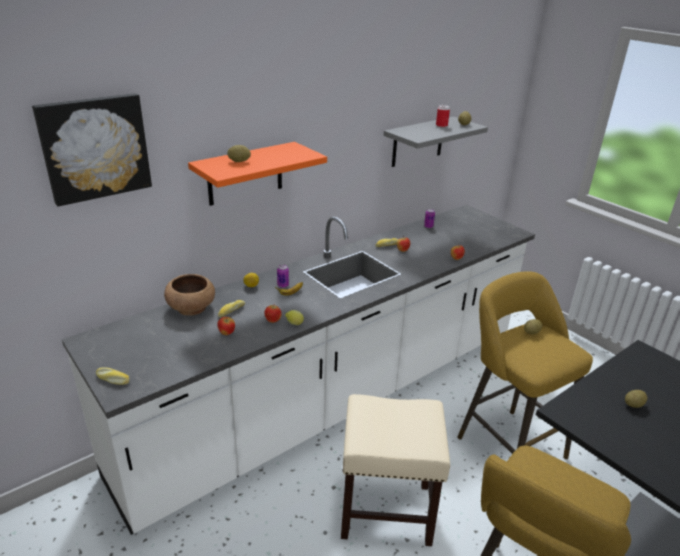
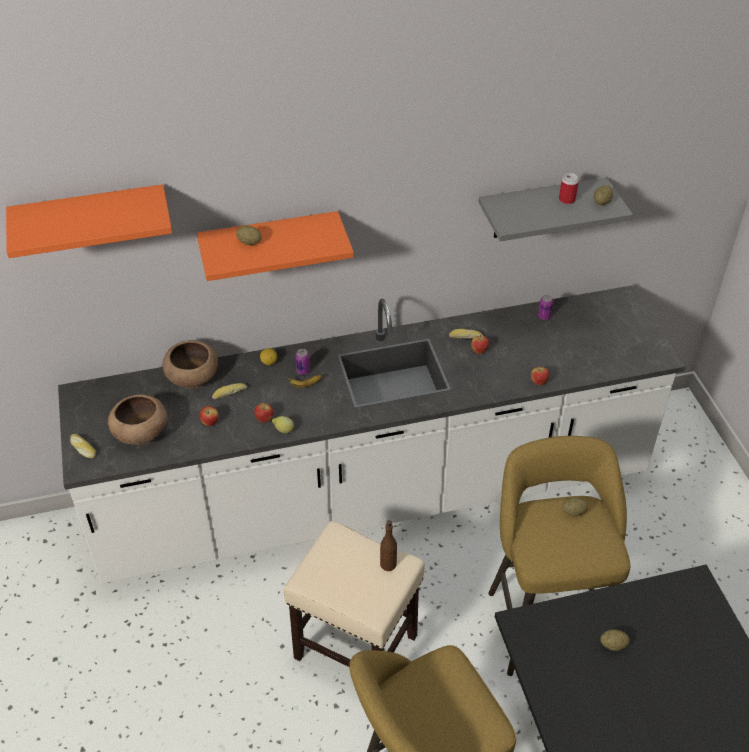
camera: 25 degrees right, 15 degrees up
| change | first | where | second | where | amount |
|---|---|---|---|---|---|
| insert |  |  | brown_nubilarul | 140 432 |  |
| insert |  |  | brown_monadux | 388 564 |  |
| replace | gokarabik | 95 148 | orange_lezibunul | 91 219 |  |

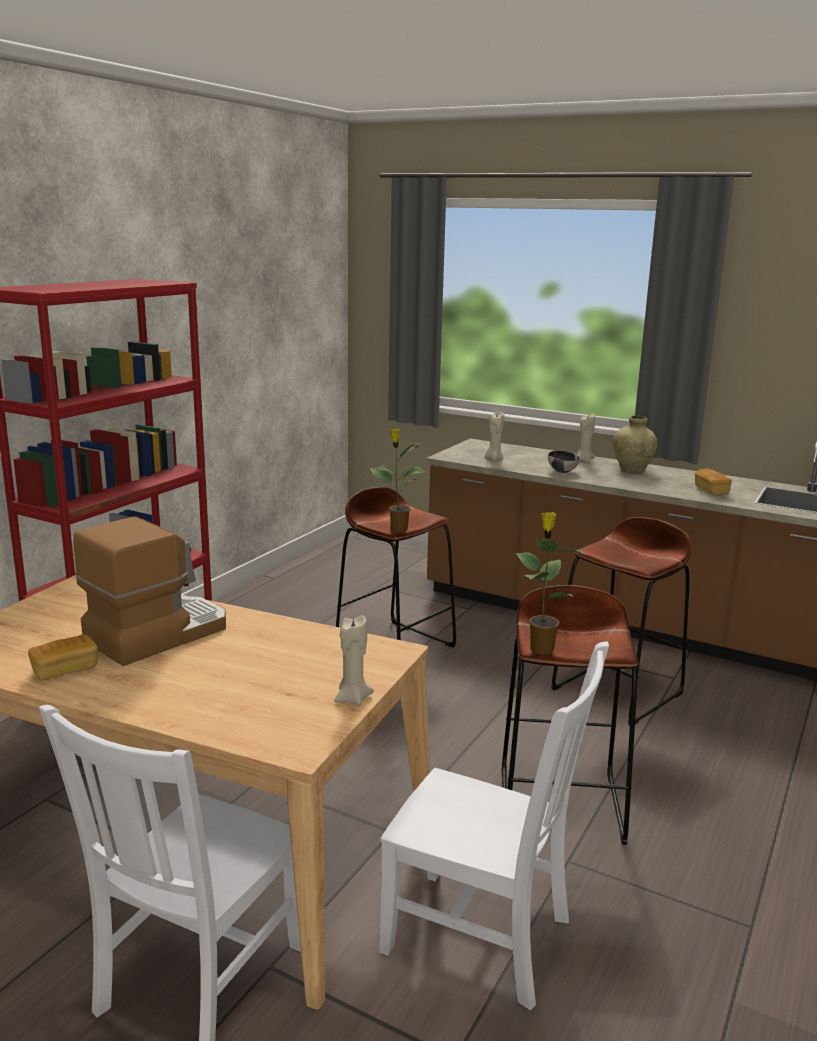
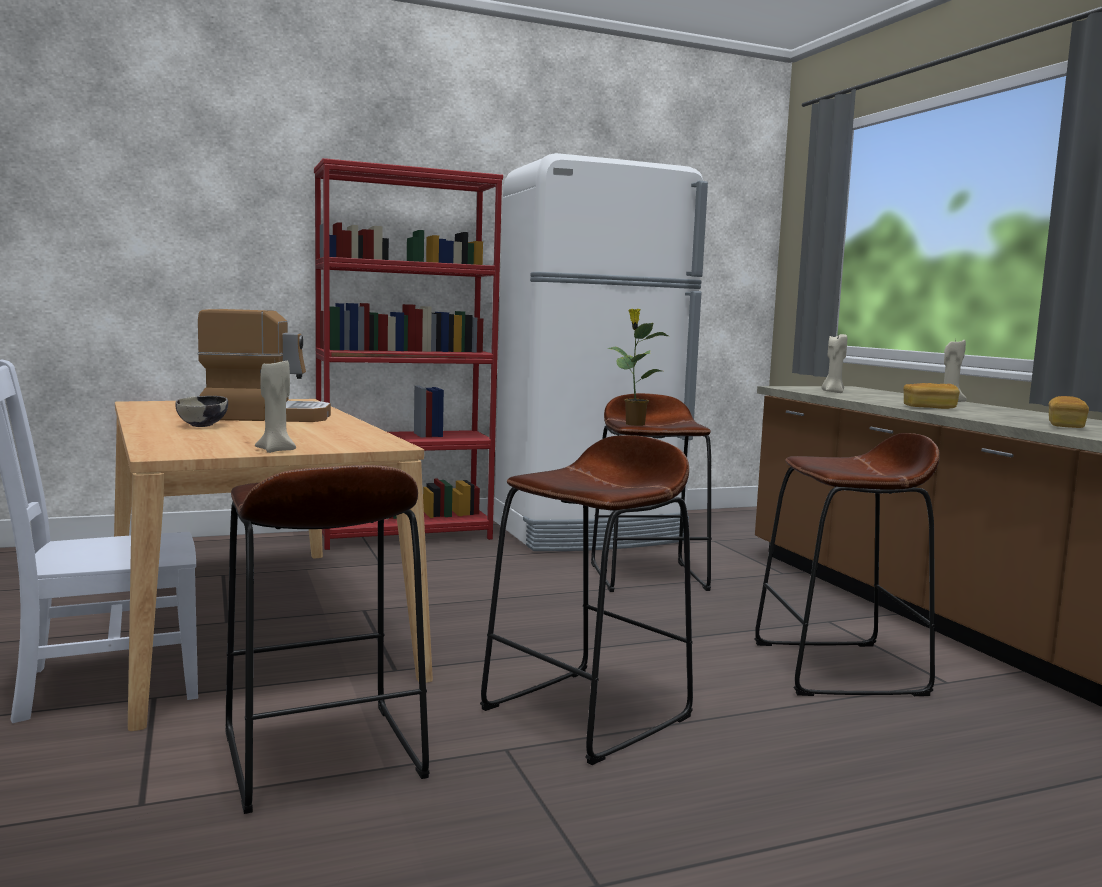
camera: 40 degrees right, 10 degrees down
| change | first | where | second | where | amount |
|---|---|---|---|---|---|
| delete | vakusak | 541 648 |  |  |  |
| delete | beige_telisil | 632 470 |  |  |  |
| insert |  |  | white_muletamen | 590 533 |  |
| move | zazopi | 65 670 |  | 929 408 |  |
| move | nubilarul | 562 471 |  | 203 426 |  |
| replace | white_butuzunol | 483 937 | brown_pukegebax | 322 755 |  |

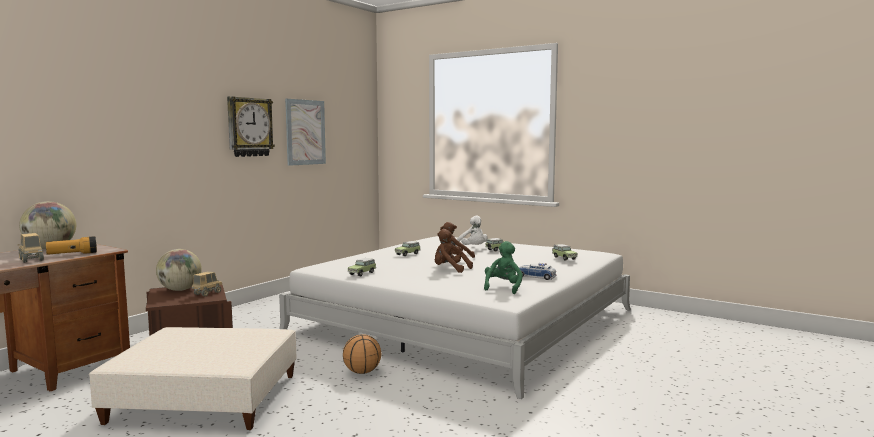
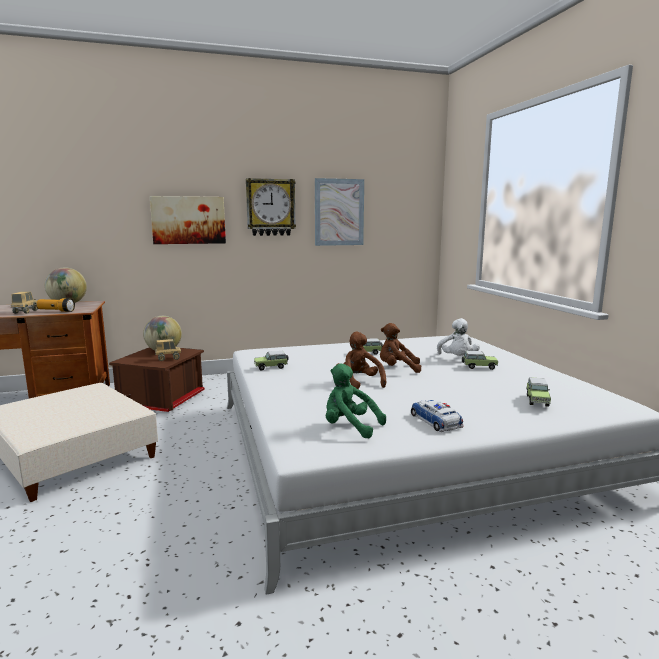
camera: 40 degrees right, 5 degrees up
| change | first | where | second | where | amount |
|---|---|---|---|---|---|
| delete | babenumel | 362 372 |  |  |  |
| insert |  |  | gokarabik | 188 220 |  |
| rotate | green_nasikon | 503 288 |  | 349 427 | 120 degrees counterclockwise |

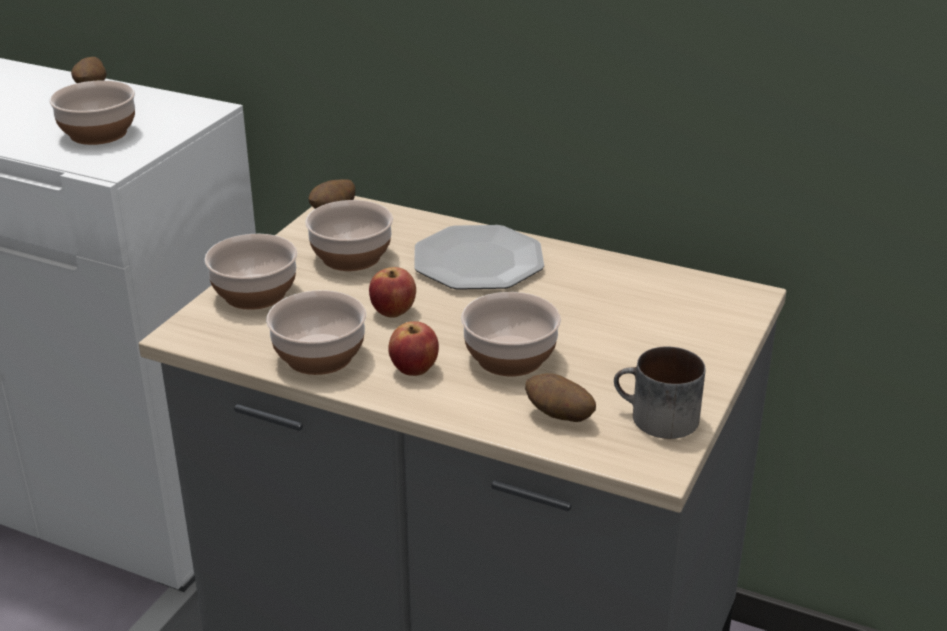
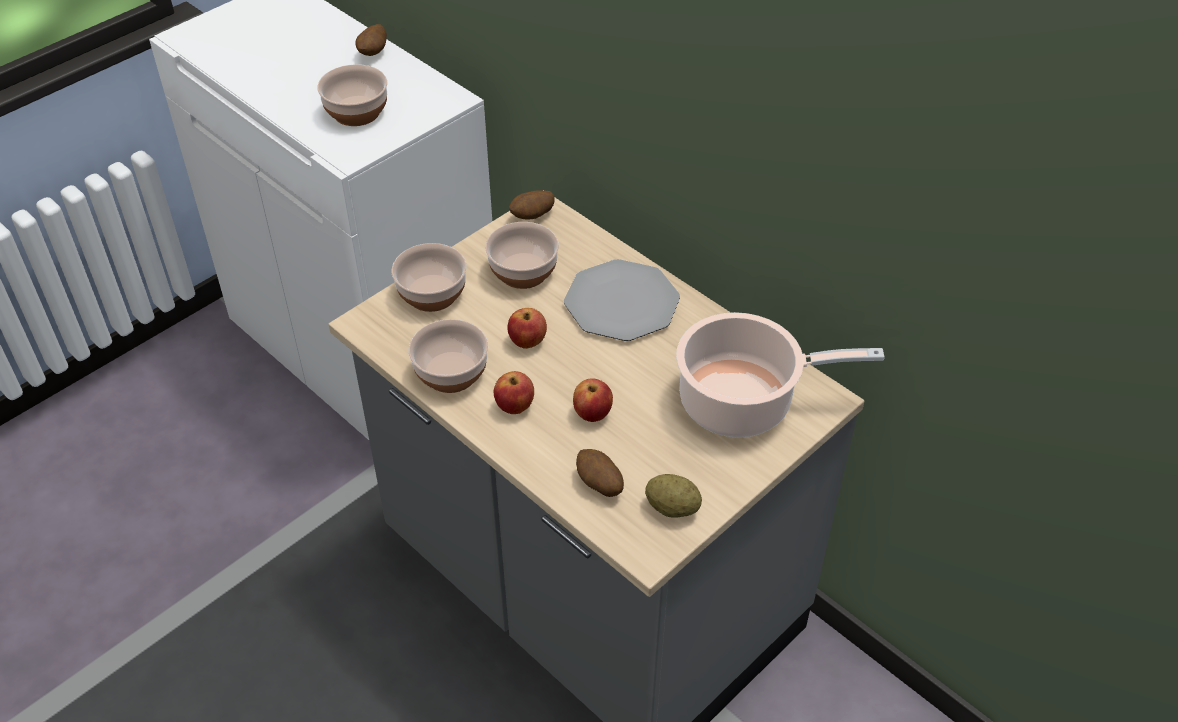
camera: 20 degrees right, 15 degrees up
| change | first | where | second | where | amount |
|---|---|---|---|---|---|
| insert |  |  | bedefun | 743 402 |  |
| replace | nubilarul | 509 357 | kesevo | 592 413 |  |
| replace | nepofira | 655 418 | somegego | 672 508 |  |

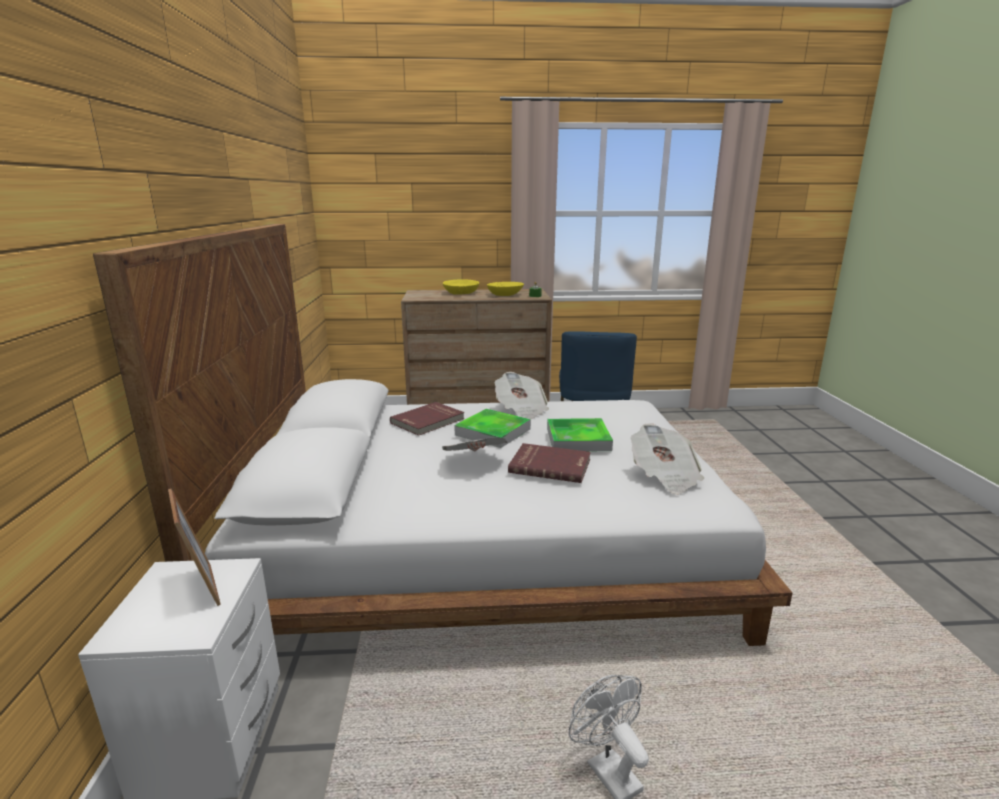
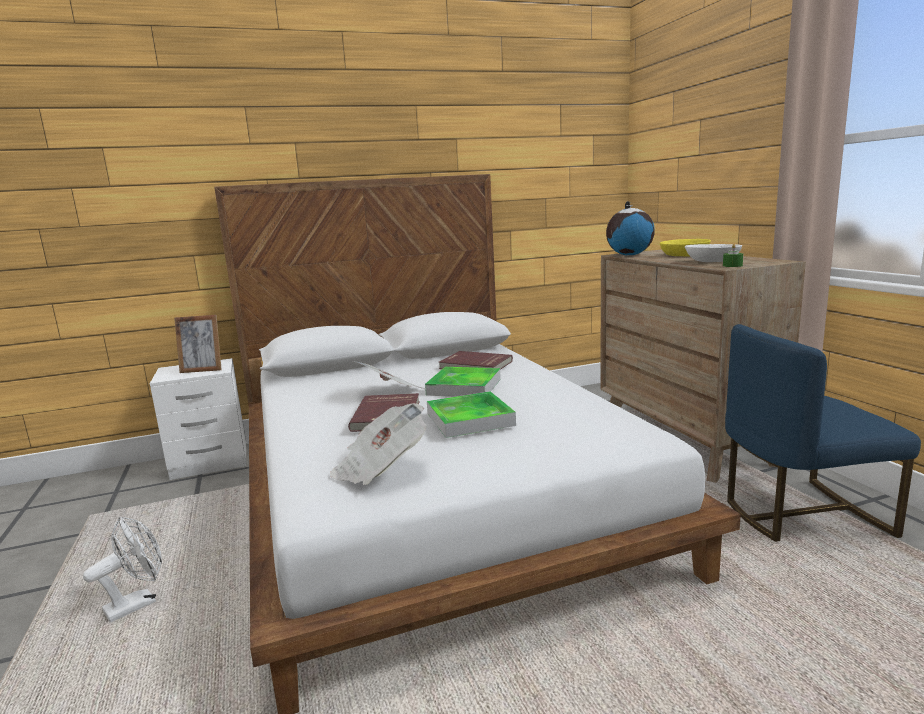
camera: 75 degrees right, 5 degrees down
| change | first | where | second | where | amount |
|---|---|---|---|---|---|
| delete | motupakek | 521 410 |  |  |  |
| insert |  |  | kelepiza | 629 255 |  |
| recolor | yellow_nubilarul | 505 295 | white_nubilarul | 711 261 |  |
| rotate | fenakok | 203 588 |  | 202 370 | 45 degrees clockwise |

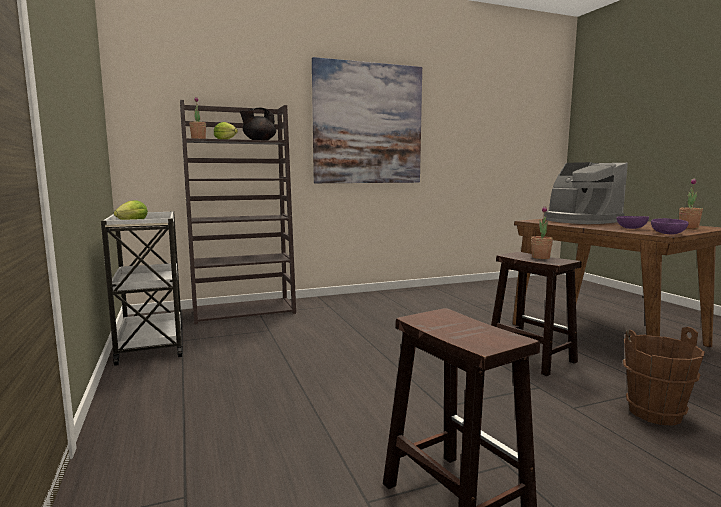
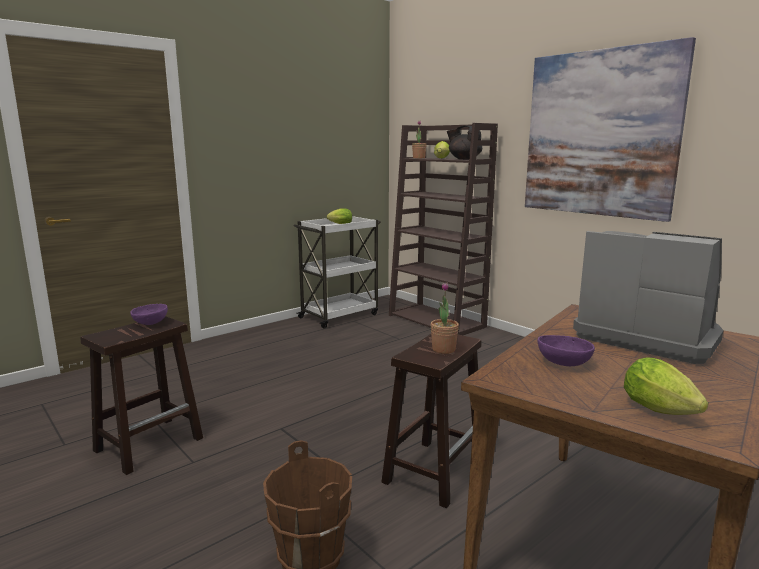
camera: 70 degrees right, 5 degrees up
| change | first | where | second | where | amount |
|---|---|---|---|---|---|
| move | purple_nubilarul | 669 234 |  | 150 323 |  |
| replace | vakusak | 688 227 | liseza | 663 412 |  |
| rotate | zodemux | 579 221 |  | 646 336 | 90 degrees clockwise |

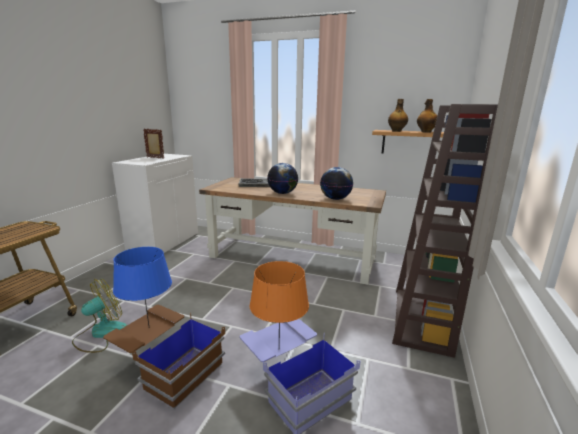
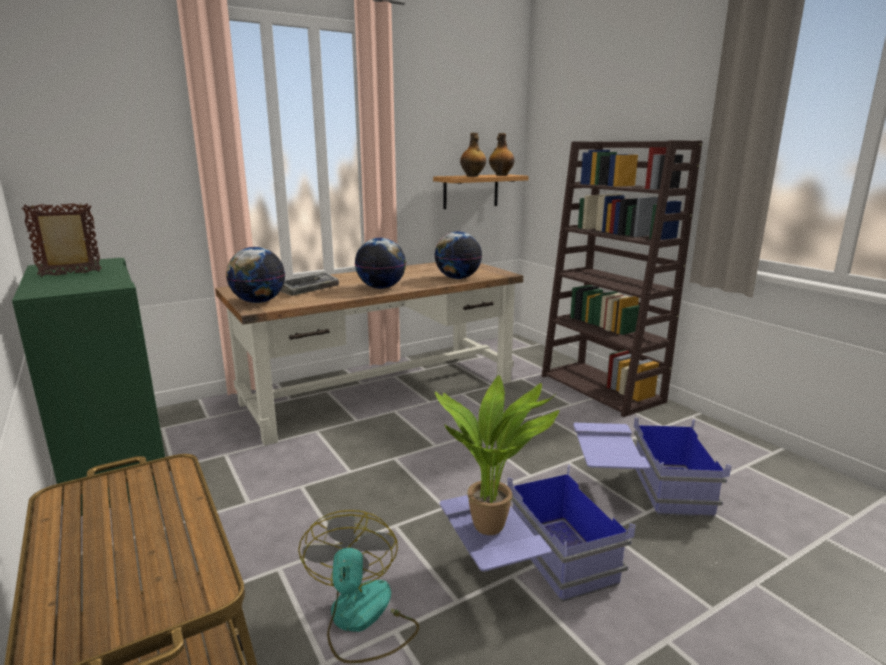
camera: 50 degrees left, 0 degrees up
| change | first | where | second | where | amount |
|---|---|---|---|---|---|
| delete | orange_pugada | 279 349 |  |  |  |
| insert |  |  | kelepiza | 258 302 |  |
| replace | blue_pugada | 149 327 | vakusak | 493 525 |  |
| recolor | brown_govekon | 167 367 | blue_govekon | 528 568 |  |
| recolor | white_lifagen | 164 243 | green_lifagen | 114 469 |  |

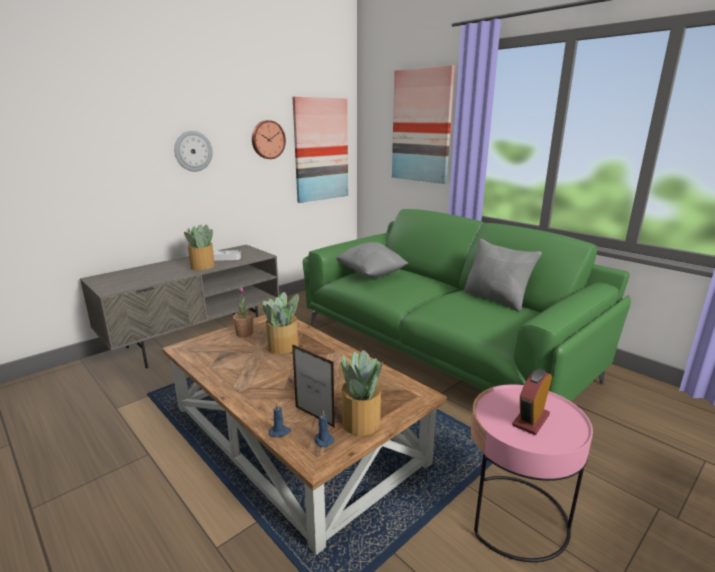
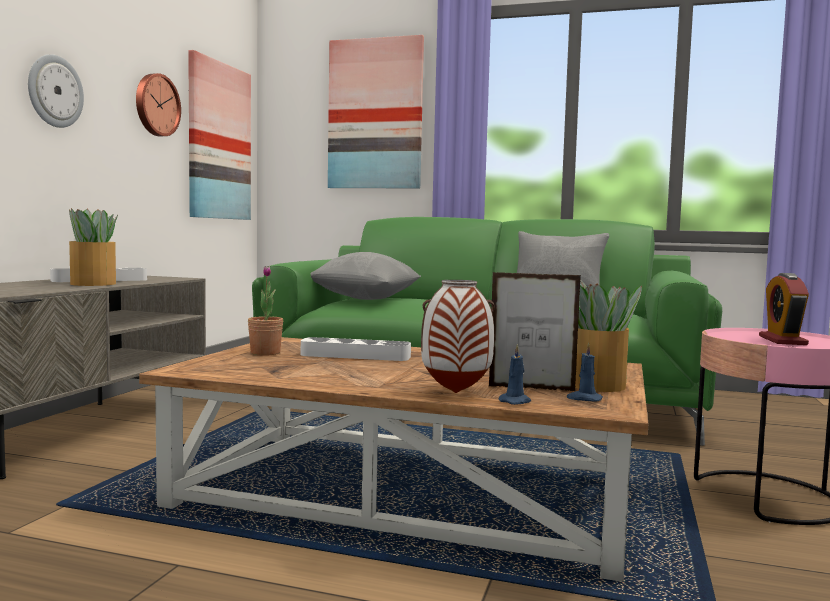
camera: 30 degrees left, 15 degrees down
| change | first | where | second | where | amount |
|---|---|---|---|---|---|
| insert |  |  | telisil | 455 393 |  |
| replace | vakusak | 284 346 | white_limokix | 355 355 |  |

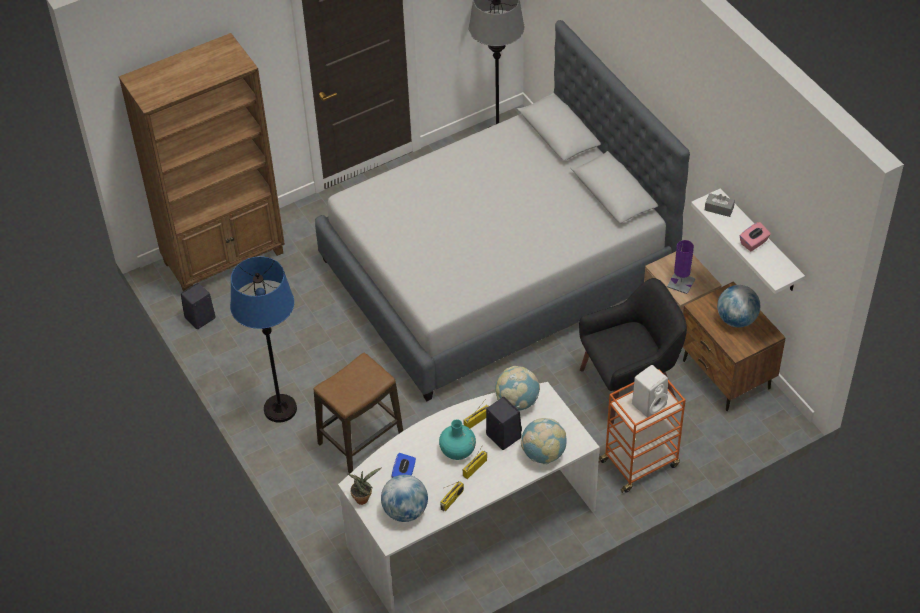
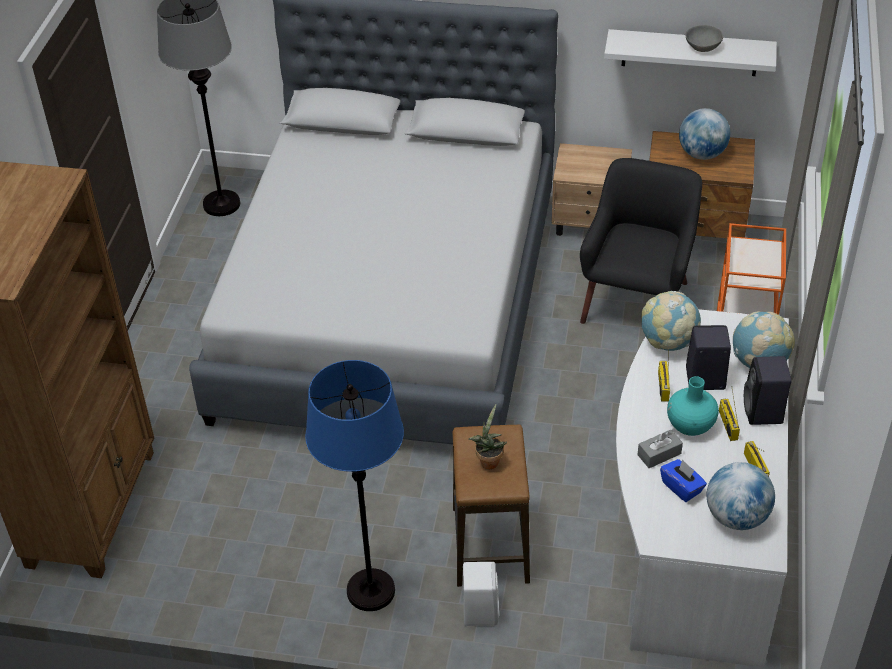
camera: 50 degrees left, 5 degrees down
| change | first | where | second | where | amount |
|---|---|---|---|---|---|
| delete | purple_pugada | 681 283 |  |  |  |
| move | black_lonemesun | 199 319 |  | 763 412 |  |
| move | vakusak | 363 497 |  | 488 460 |  |
| move | white_lonemesun | 649 403 |  | 480 610 |  |
| move | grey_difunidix | 719 209 |  | 659 454 |  |
| replace | pink_difunidix | 754 243 | grey_nubilarul | 702 46 |  |

